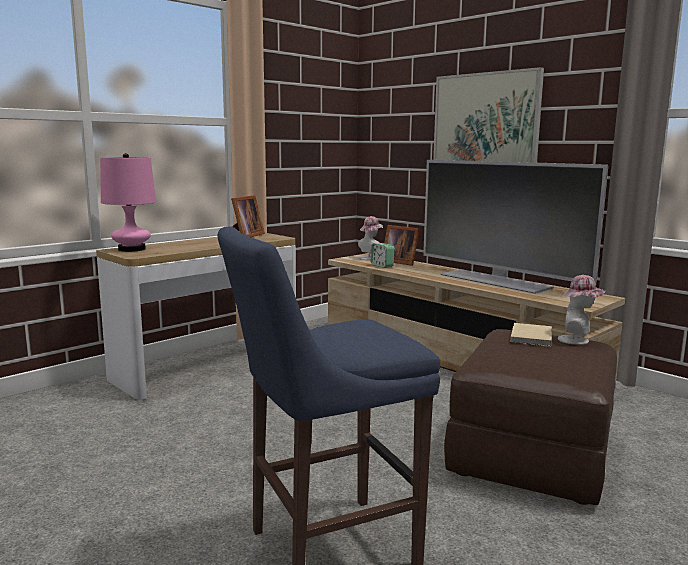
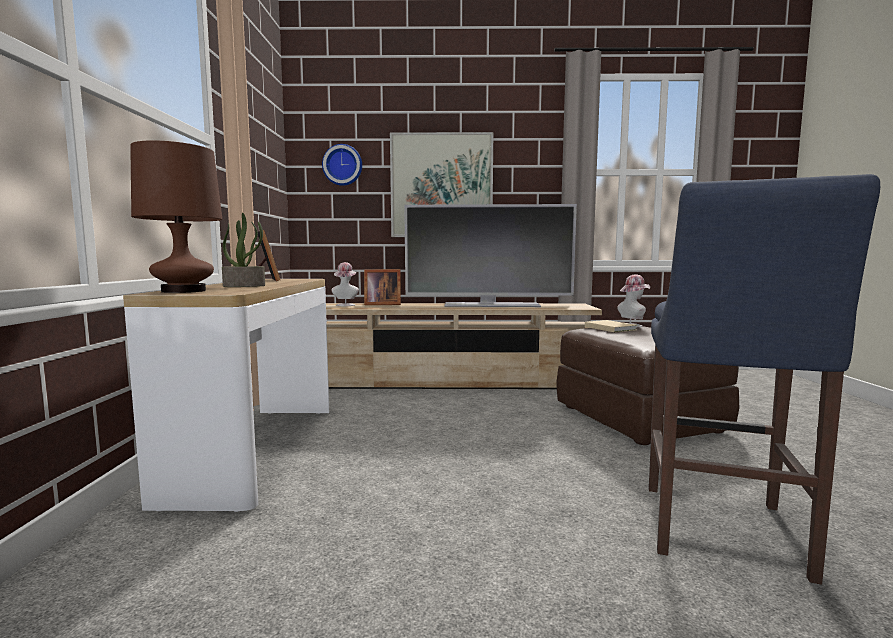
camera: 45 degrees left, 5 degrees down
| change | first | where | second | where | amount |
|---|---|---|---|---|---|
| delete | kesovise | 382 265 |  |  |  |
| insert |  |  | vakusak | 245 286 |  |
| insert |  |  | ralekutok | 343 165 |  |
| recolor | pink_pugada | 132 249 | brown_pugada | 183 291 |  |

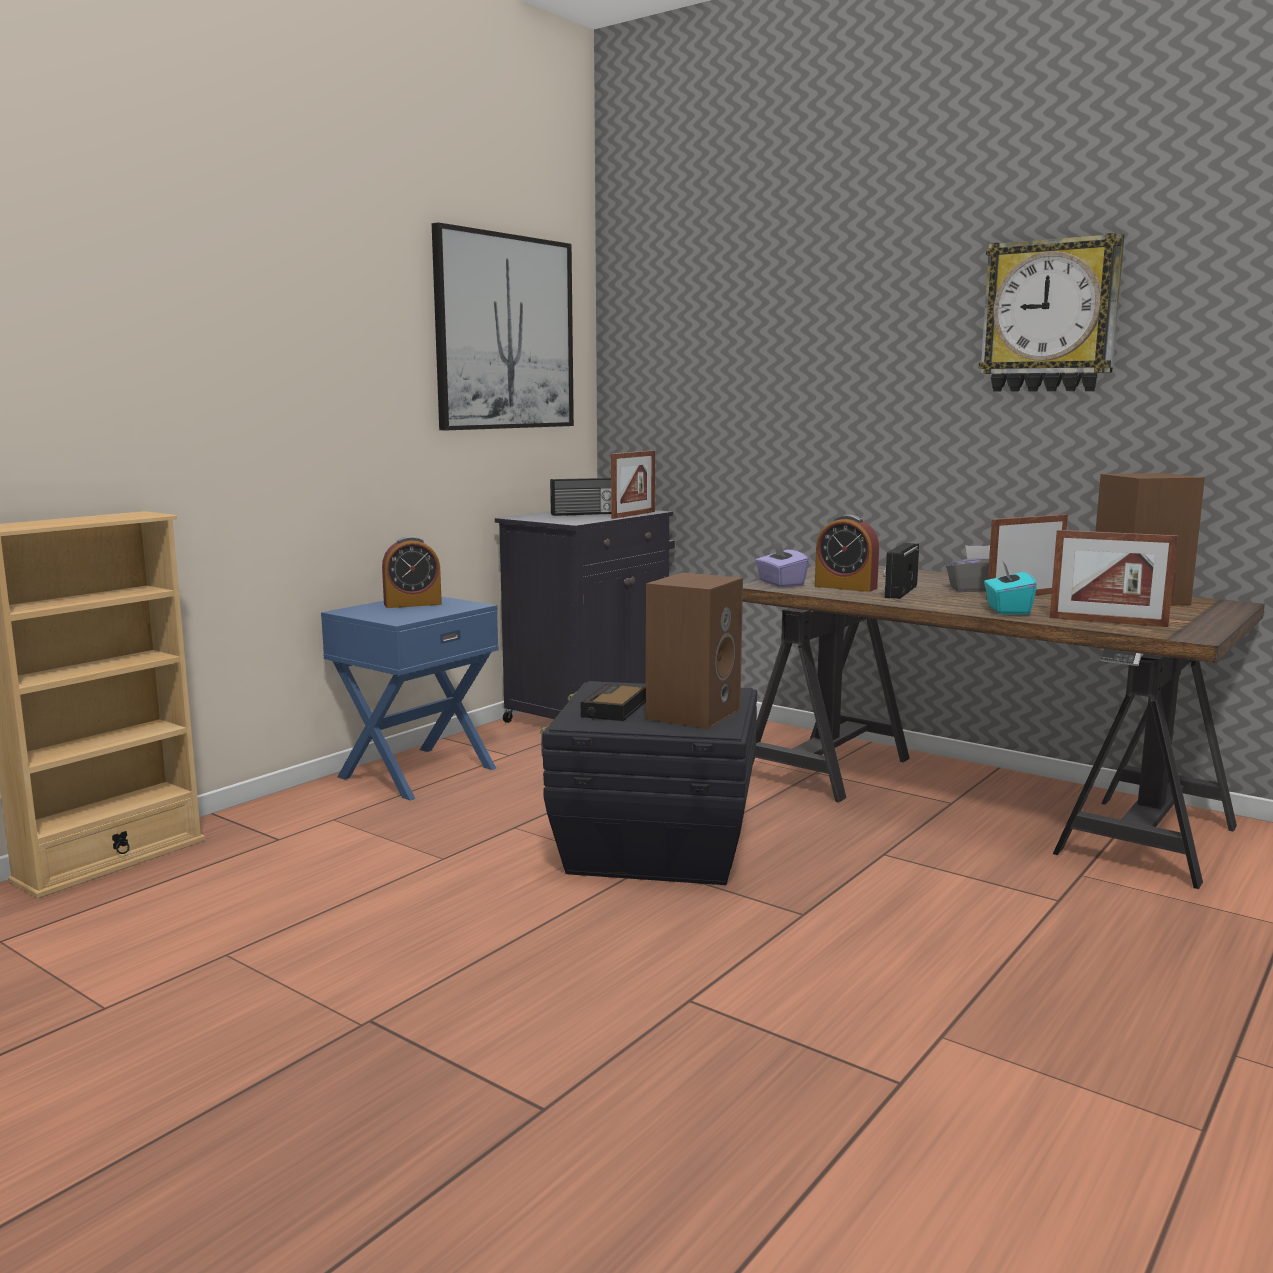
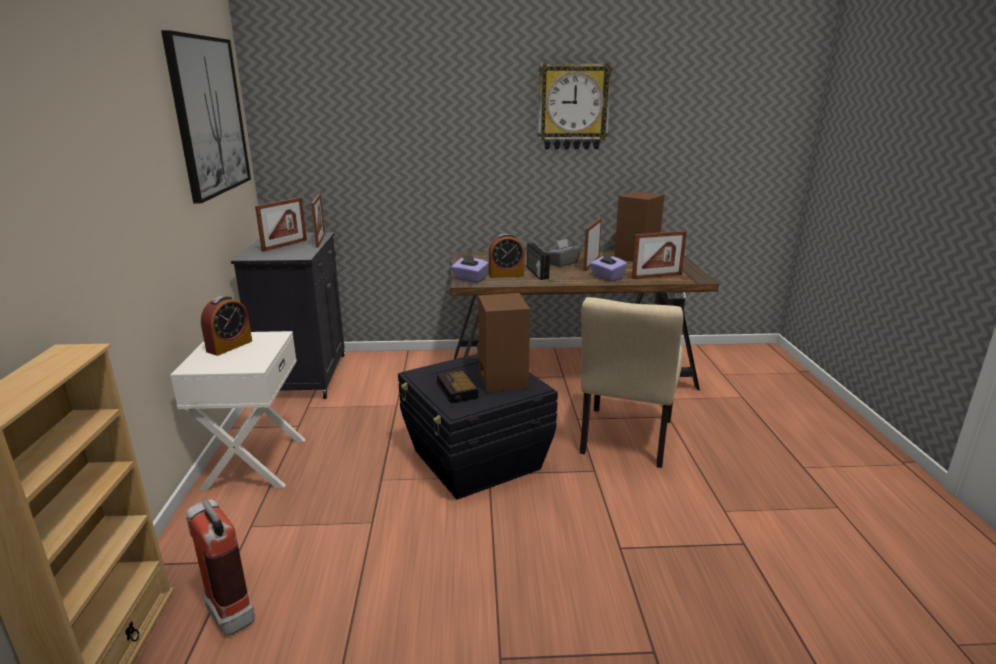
camera: 40 degrees left, 10 degrees up
| change | first | where | second | where | amount |
|---|---|---|---|---|---|
| insert |  |  | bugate | 226 607 |  |
| insert |  |  | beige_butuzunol | 624 441 |  |
| replace | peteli | 583 514 | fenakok | 285 245 |  |
| recolor | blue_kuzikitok | 416 772 | white_kuzikitok | 254 463 |  |
| recolor | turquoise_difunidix | 1007 610 | purple_difunidix | 607 277 |  |

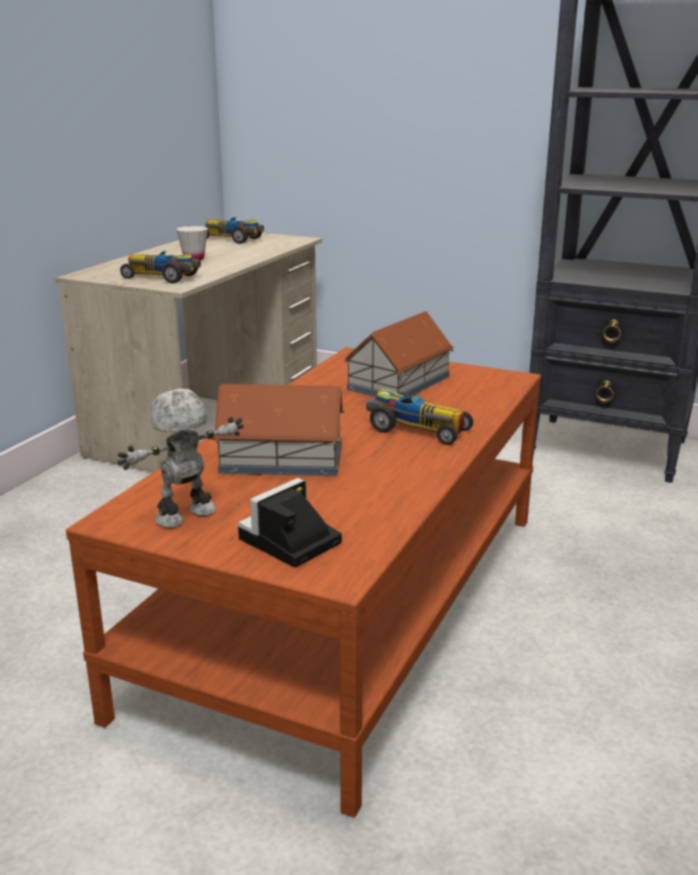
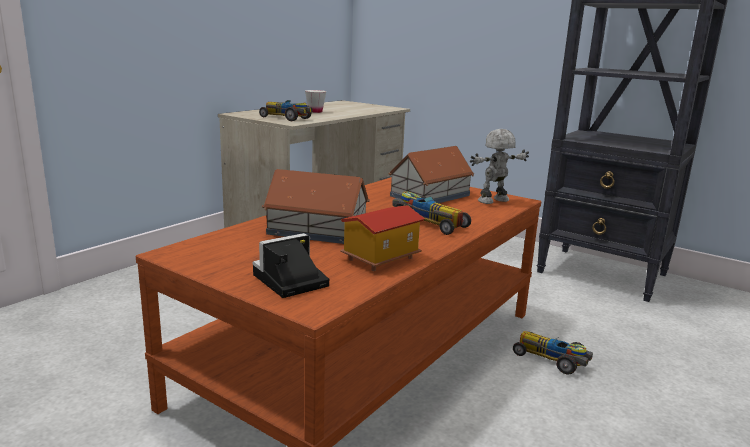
camera: 10 degrees right, 5 degrees down
| change | first | where | second | where | amount |
|---|---|---|---|---|---|
| insert |  |  | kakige | 380 258 |  |
| move | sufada | 187 516 |  | 494 201 |  |
| move | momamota | 233 239 |  | 552 359 |  |

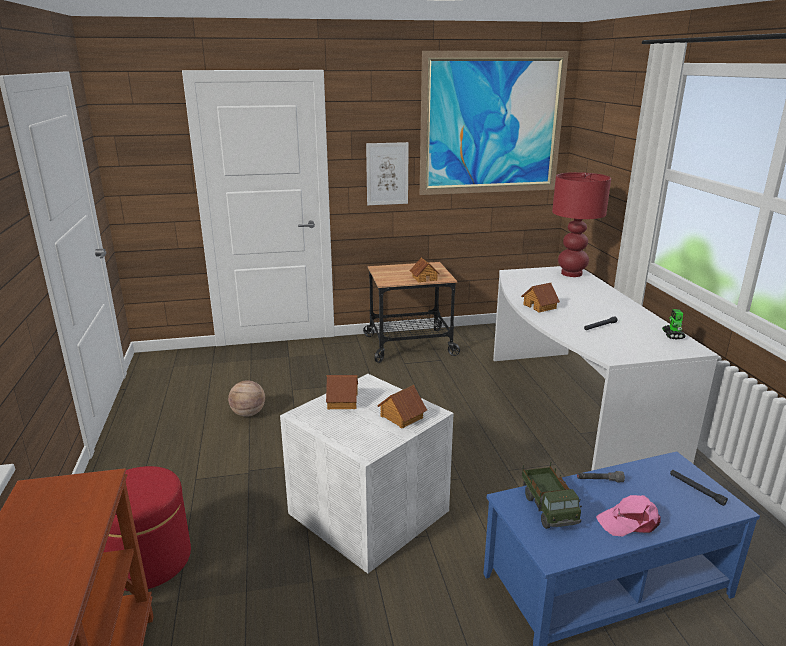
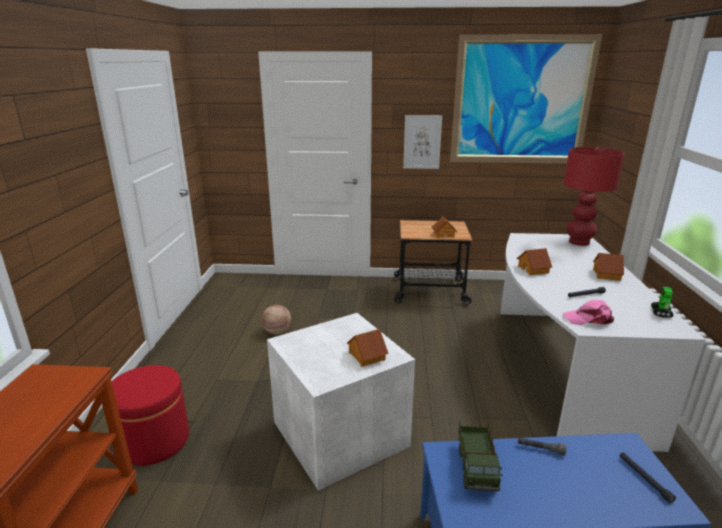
camera: 15 degrees right, 0 degrees up
| change | first | where | second | where | amount |
|---|---|---|---|---|---|
| move | kakige | 343 401 |  | 607 275 |  |
| move | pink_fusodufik | 629 522 |  | 589 319 |  |

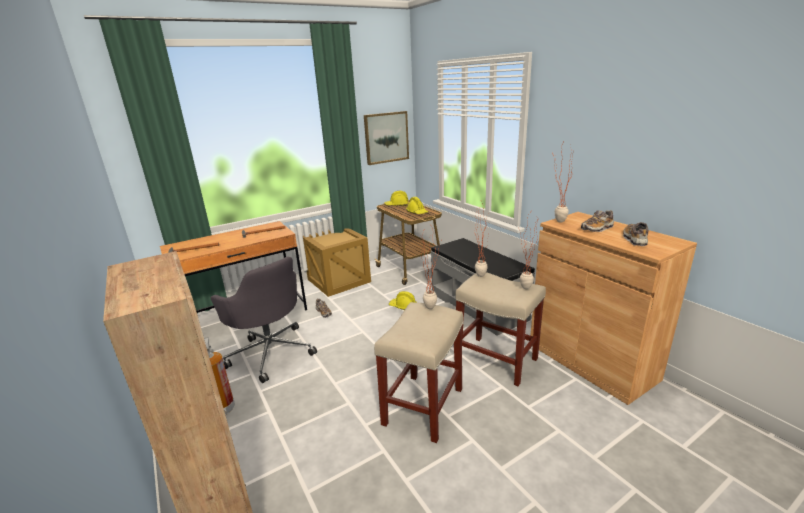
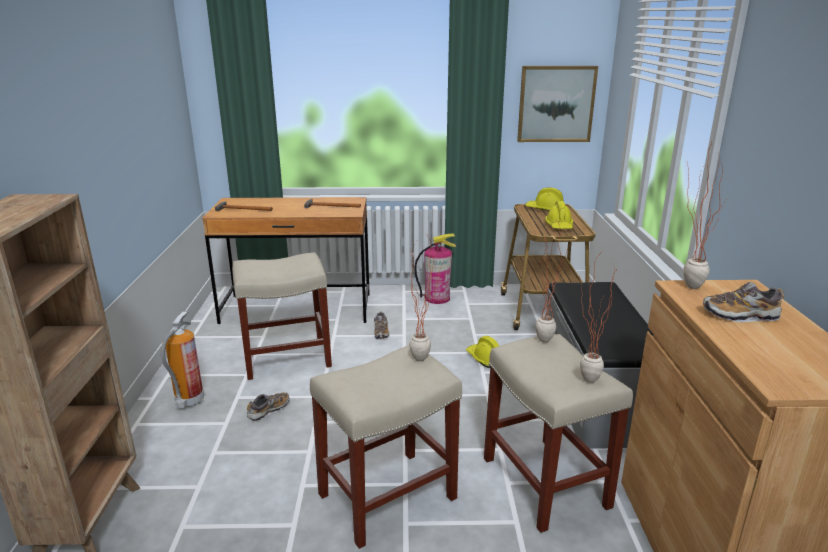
camera: 30 degrees right, 0 degrees up
| change | first | where | second | where | amount |
|---|---|---|---|---|---|
| move | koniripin | 634 239 |  | 268 411 |  |
| replace | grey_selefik | 271 352 | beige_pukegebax | 285 358 |  |
| replace | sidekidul | 339 280 | bugate | 437 298 |  |

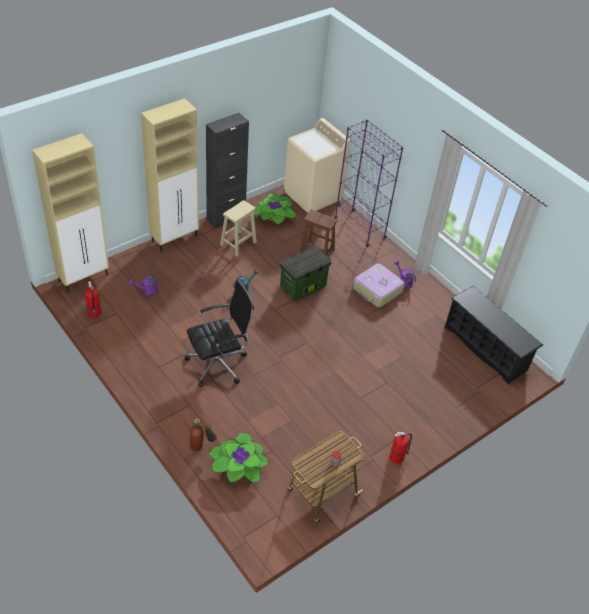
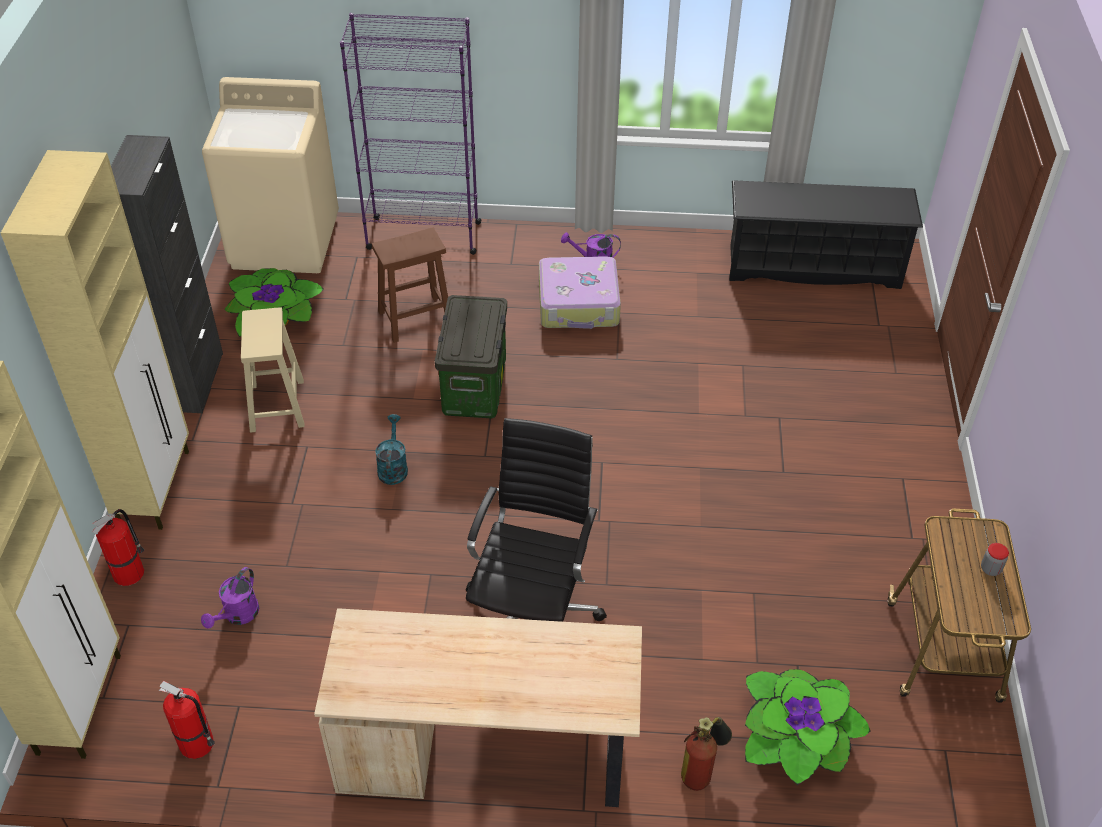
camera: 45 degrees left, 0 degrees up
| change | first | where | second | where | amount |
|---|---|---|---|---|---|
| insert |  |  | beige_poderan | 487 755 |  |
| move | bugate | 397 457 |  | 129 572 |  |

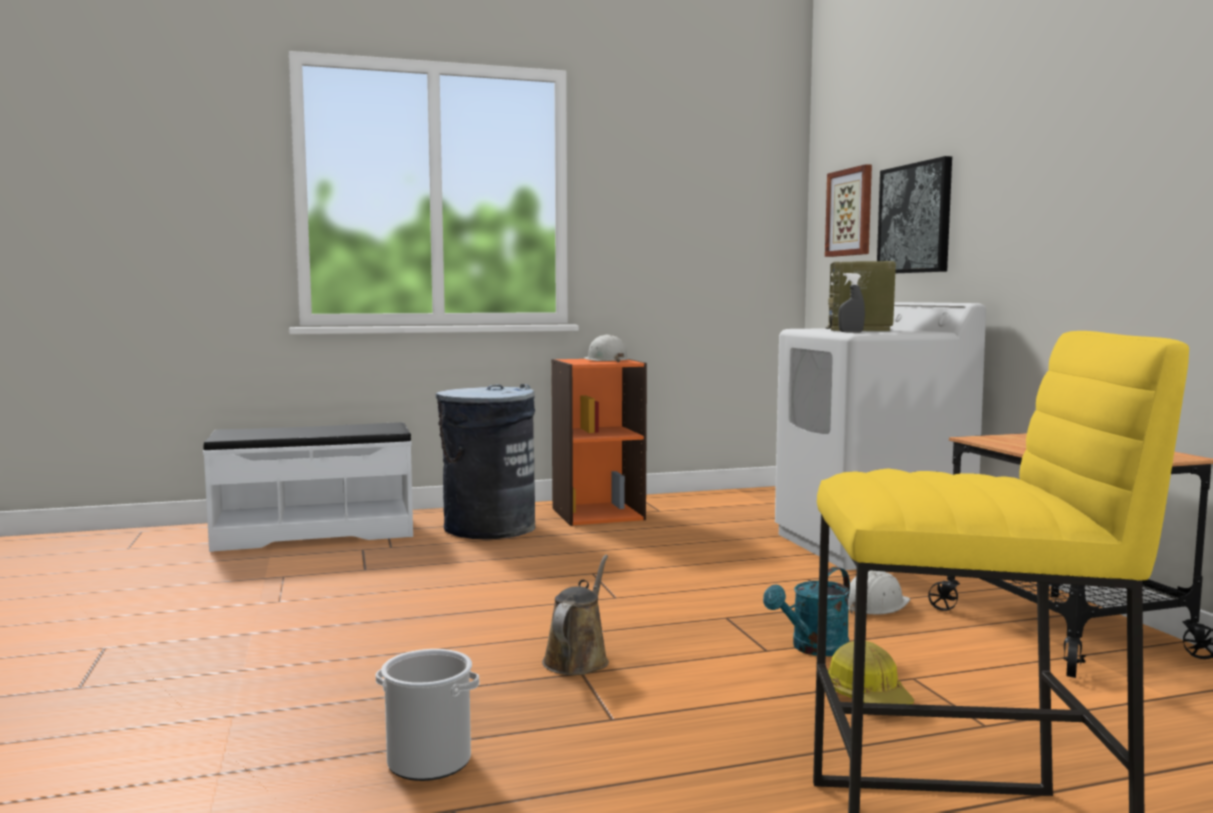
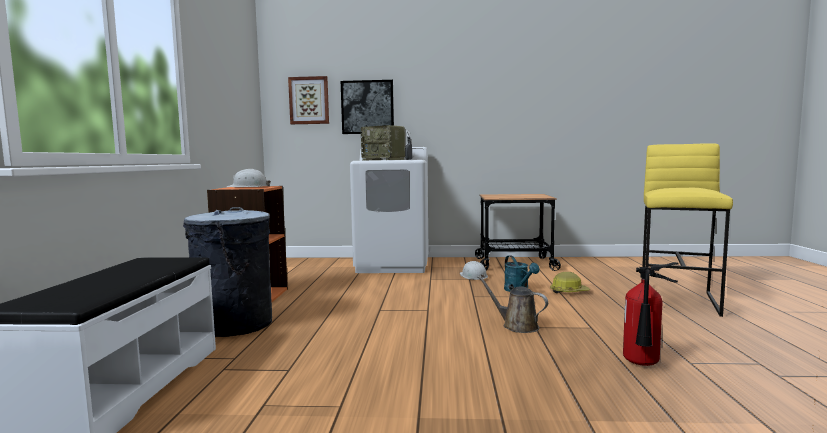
camera: 70 degrees left, 0 degrees up
| change | first | where | second | where | amount |
|---|---|---|---|---|---|
| replace | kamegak | 429 761 | bugate | 643 365 |  |

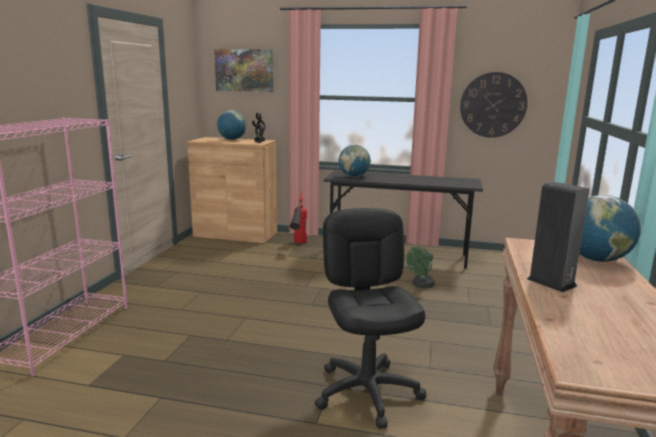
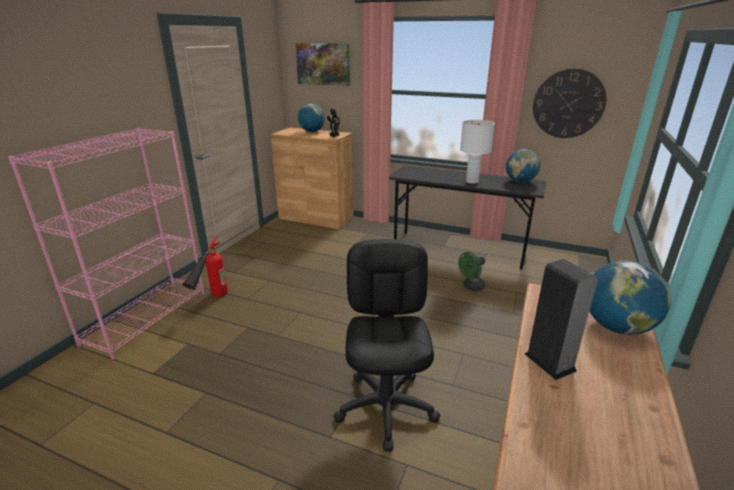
camera: 10 degrees right, 10 degrees up
| change | first | where | second | where | amount |
|---|---|---|---|---|---|
| insert |  |  | white_pugada | 472 181 |  |
| move | bugate | 298 245 |  | 211 301 |  |
| move | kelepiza | 354 177 |  | 520 181 |  |

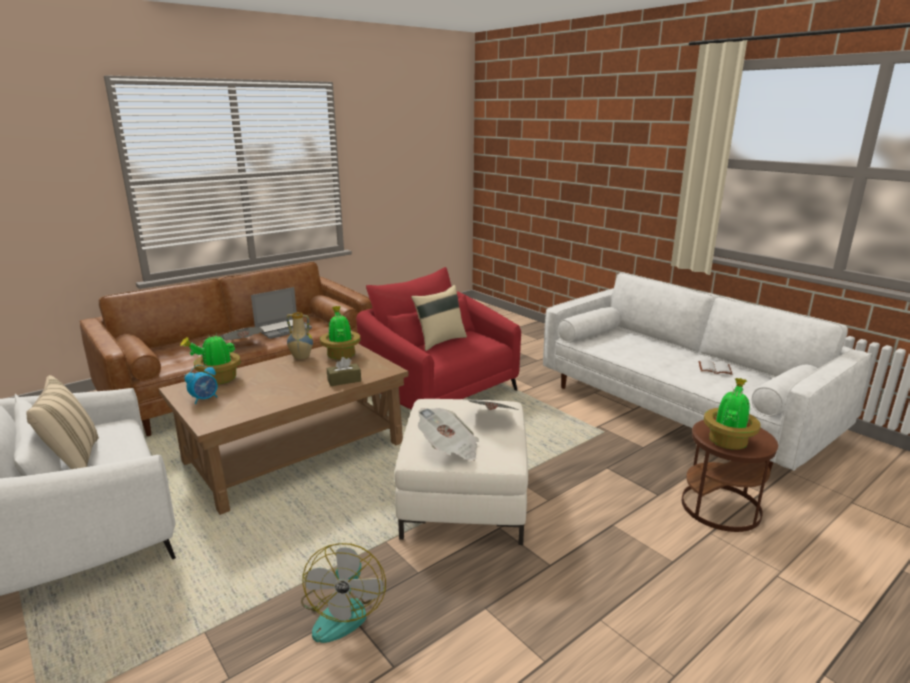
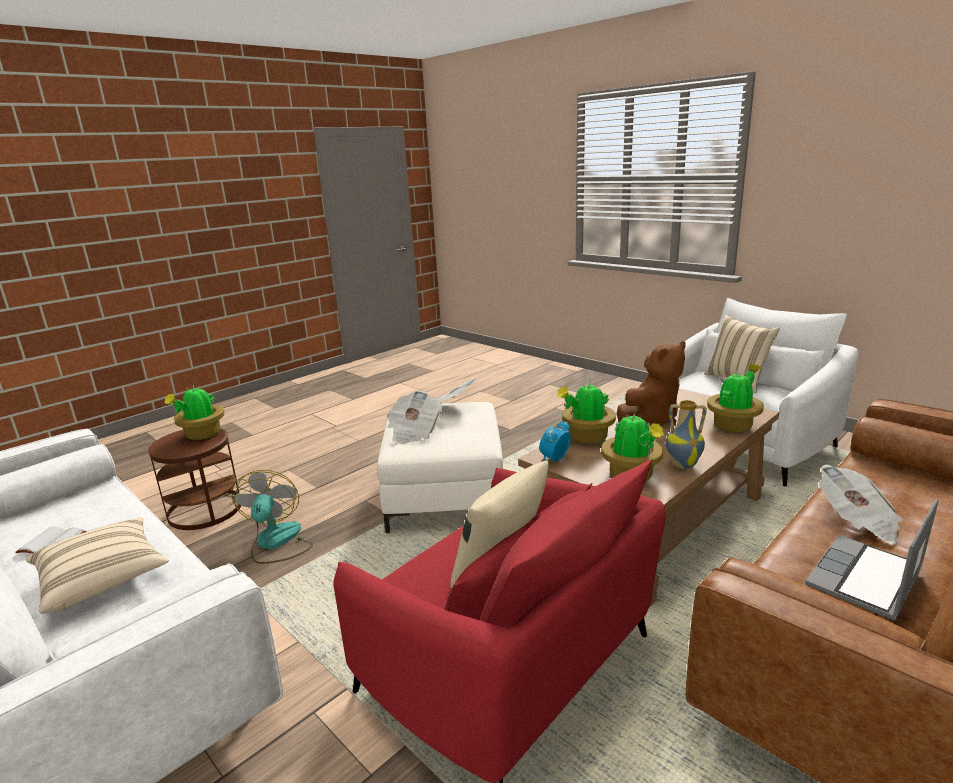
camera: 175 degrees right, 0 degrees up
| change | first | where | second | where | amount |
|---|---|---|---|---|---|
| insert |  |  | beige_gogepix | 103 579 |  |
| insert |  |  | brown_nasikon | 650 419 |  |
| move | kesovise | 205 399 |  | 554 459 |  |
| move | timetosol | 343 611 |  | 276 543 |  |
| replace | brown_difunidix | 344 380 | vakusak | 586 437 |  |

